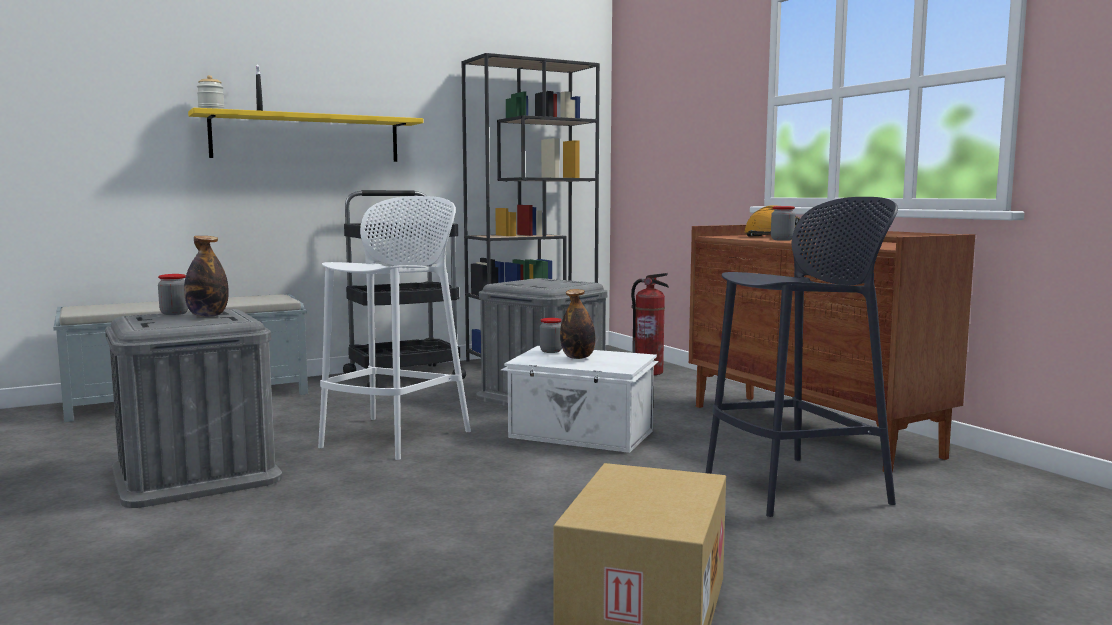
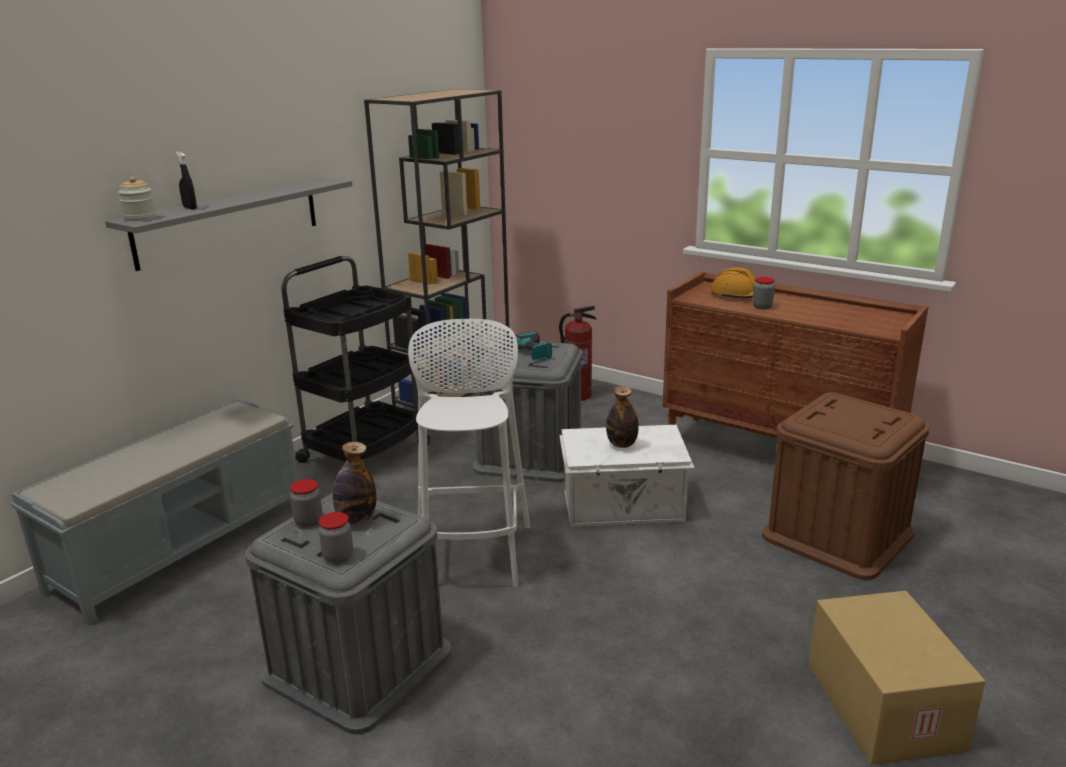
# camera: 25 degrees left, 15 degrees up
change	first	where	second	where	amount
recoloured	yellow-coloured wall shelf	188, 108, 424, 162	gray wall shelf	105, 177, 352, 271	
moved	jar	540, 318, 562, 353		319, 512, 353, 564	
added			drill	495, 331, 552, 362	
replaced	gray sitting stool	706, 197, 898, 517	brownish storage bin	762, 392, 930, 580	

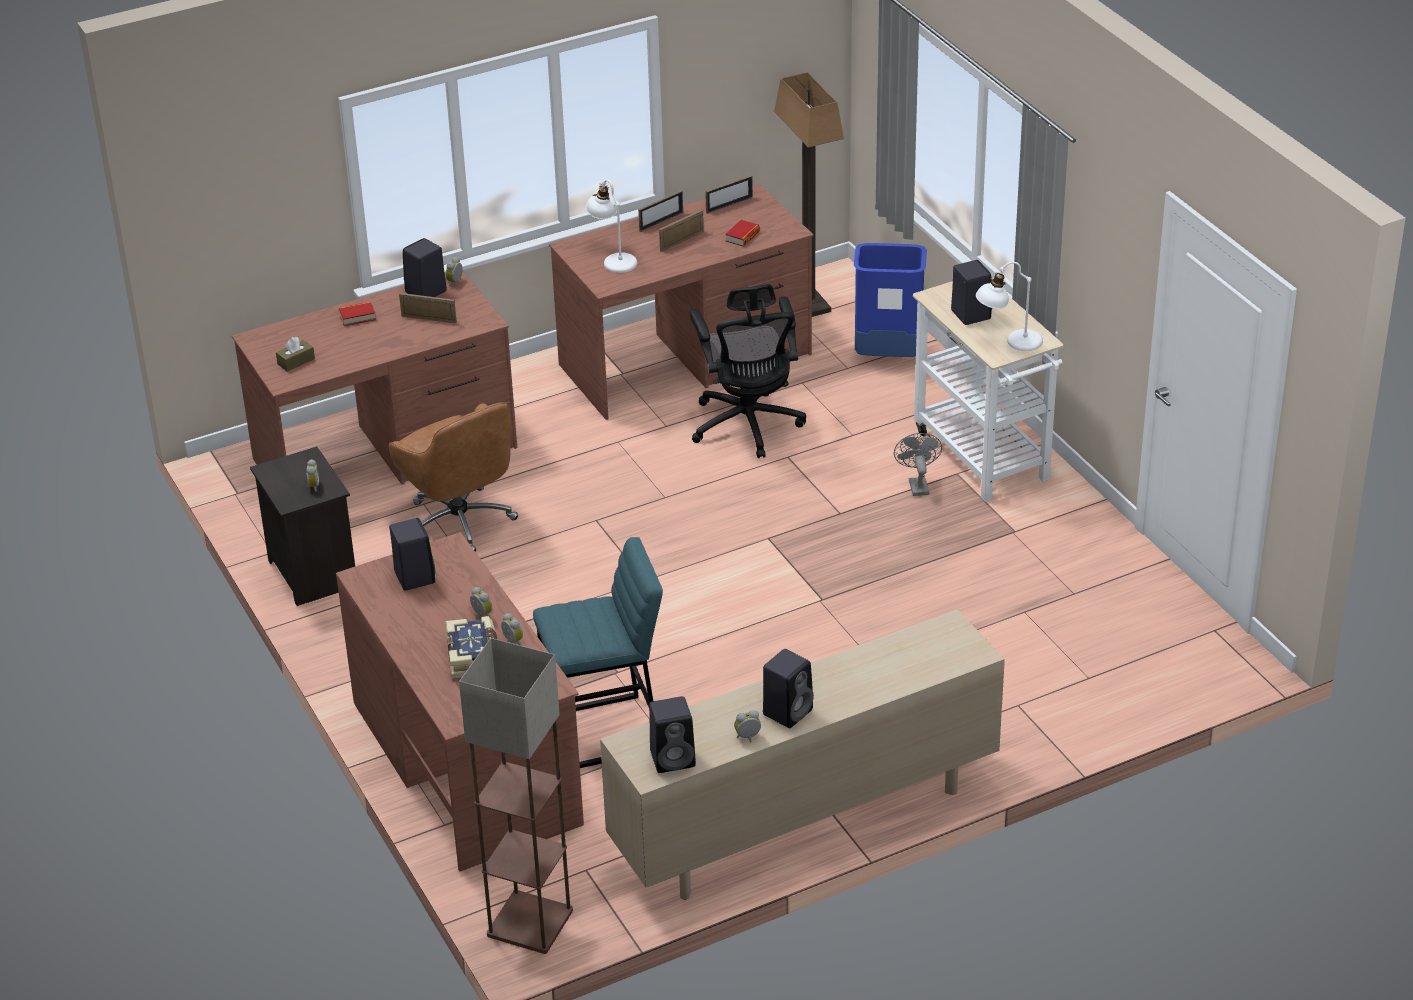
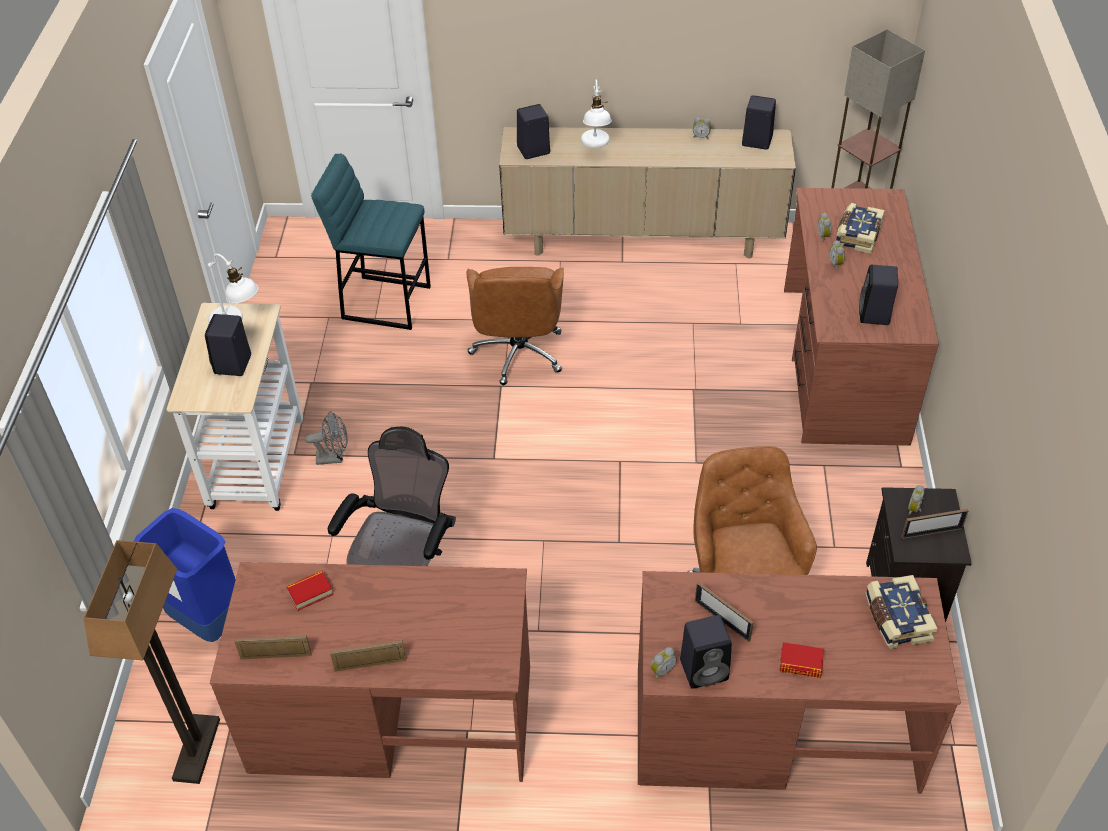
# camera: 150 degrees left, 10 degrees up
change	first	where	second	where	amount
turned	gray electric fan	894, 433, 942, 496		305, 411, 348, 465	120 degrees counterclockwise
moved	turquoise sitting stool	533, 537, 663, 768		311, 154, 431, 330	
added			brownish office chair	467, 267, 564, 385	
moved	black-coloured speaker	763, 649, 814, 728		517, 104, 550, 159	
moved	whitish tabletop lamp	586, 180, 637, 273		581, 80, 612, 148	
replaced	brownish box of tissues	276, 337, 315, 372	bound book	865, 575, 938, 649	
moved	standing frame	659, 209, 704, 252		901, 509, 969, 539	

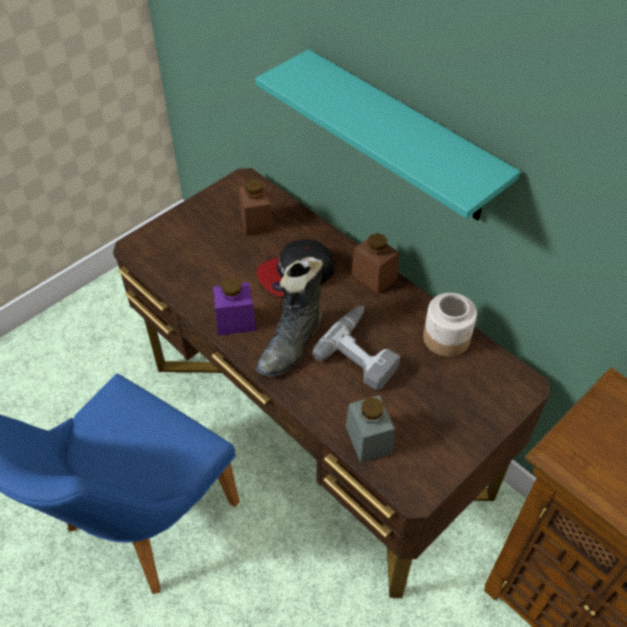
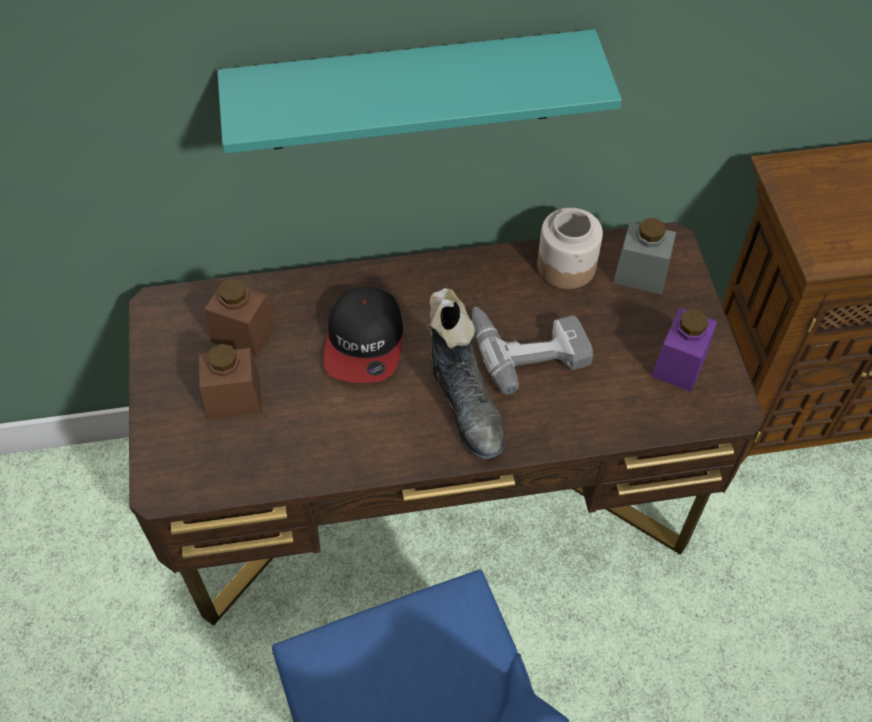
# camera: 55 degrees left, 5 degrees up
change	first	where	second	where	amount
moved	brownish jar	351, 233, 399, 294		199, 344, 262, 420	
moved	gray jar	346, 395, 395, 463		613, 218, 676, 294	
moved	purple jar	213, 278, 257, 335		651, 308, 717, 392	

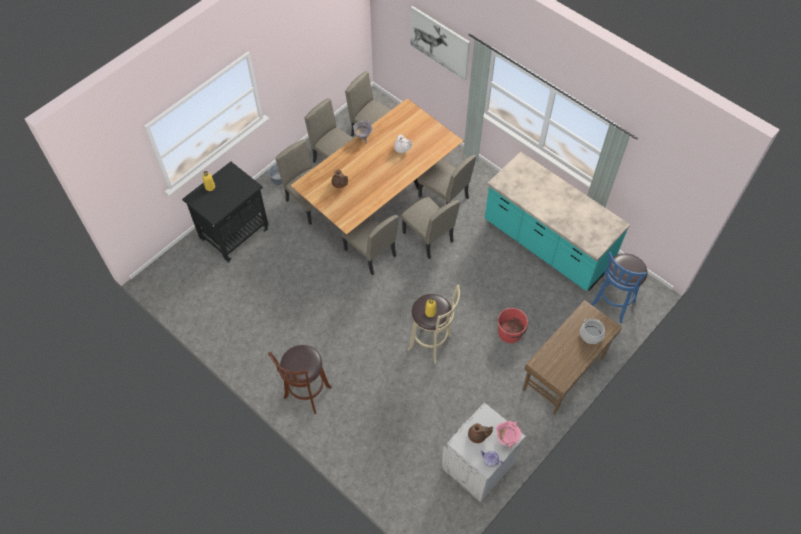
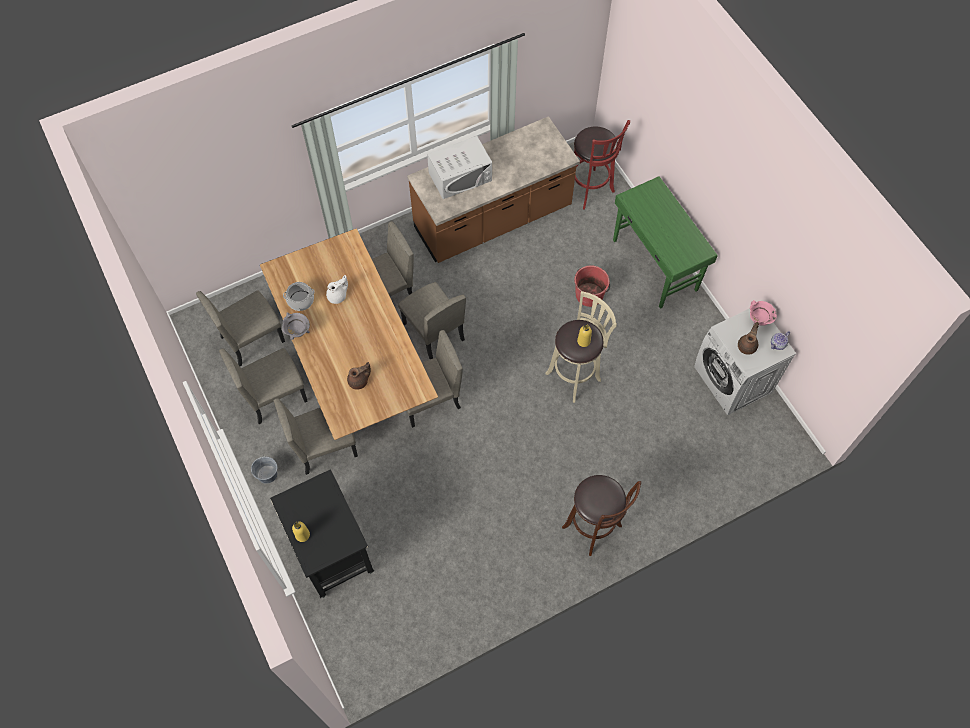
# camera: 70 degrees left, 5 degrees up
change	first	where	second	where	amount
moved	saucepot	580, 318, 605, 344		283, 282, 315, 311	
turned	sand-coloured chair	401, 197, 460, 259		398, 282, 466, 359	75 degrees clockwise
recoloured	turquoise counter	485, 152, 630, 291	brownish counter	407, 116, 580, 263	
added			whitish kitchen microwave	427, 136, 492, 199	
recoloured	blue sitting stool	591, 252, 647, 323	red-coloured sitting stool	574, 120, 630, 210	
recoloured	brownish console table	523, 300, 622, 415	greenish console table	613, 176, 718, 309	
removed	picture	410, 6, 470, 80			

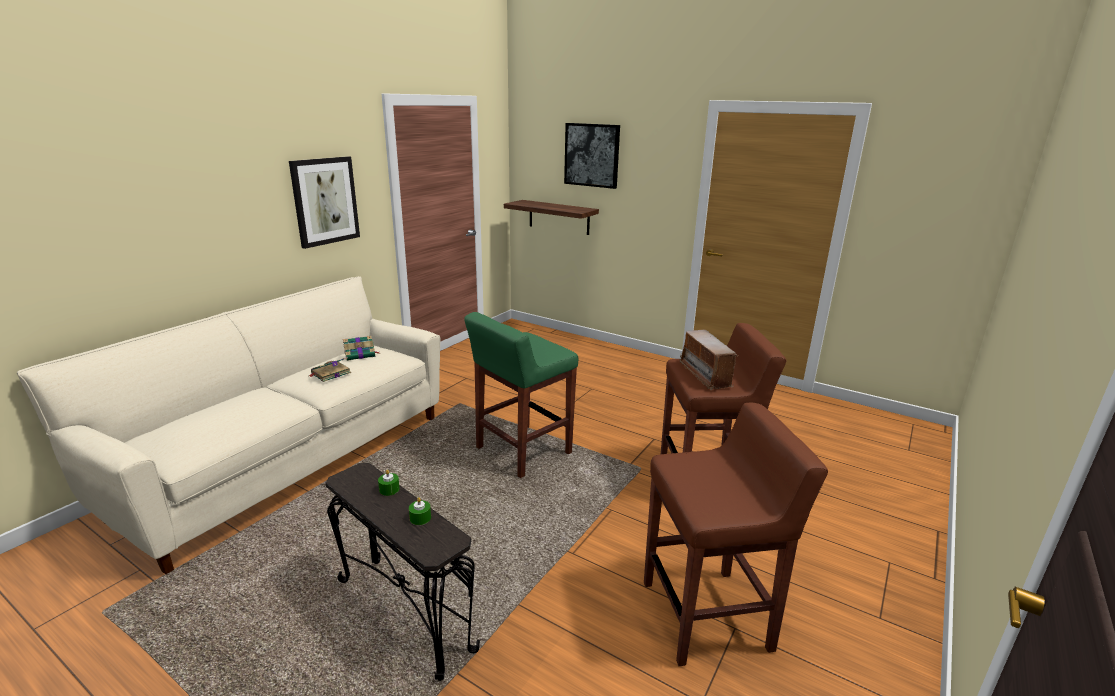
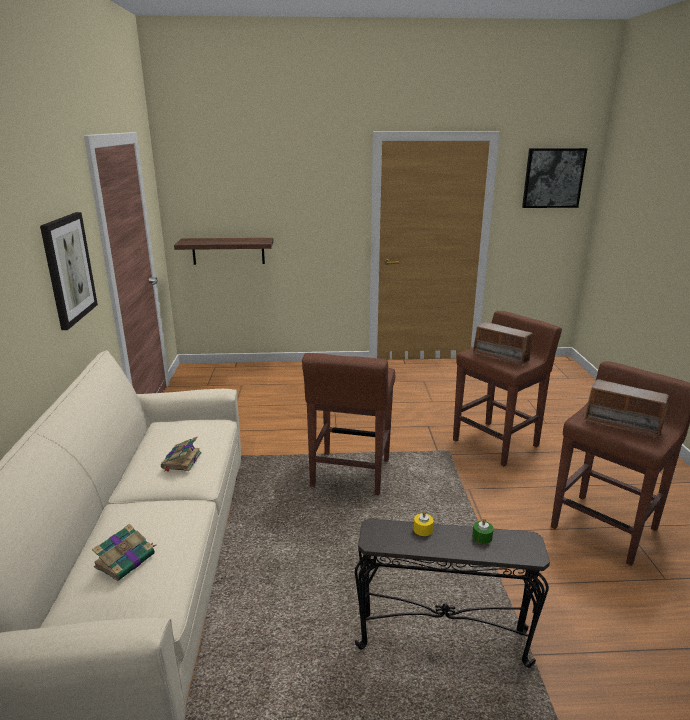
# camera: 35 degrees left, 0 degrees up
change	first	where	second	where	amount
moved	bound book	343, 336, 379, 361		92, 524, 156, 581	
recoloured	greenish sitting stool	464, 312, 578, 478	brownish sitting stool	302, 353, 395, 495	
recoloured	greenish wax candle	378, 470, 400, 496	yellow-coloured wax candle	414, 511, 434, 536	
moved	picture	564, 123, 620, 189		522, 148, 587, 208	
added			radio receiver	583, 379, 673, 439	

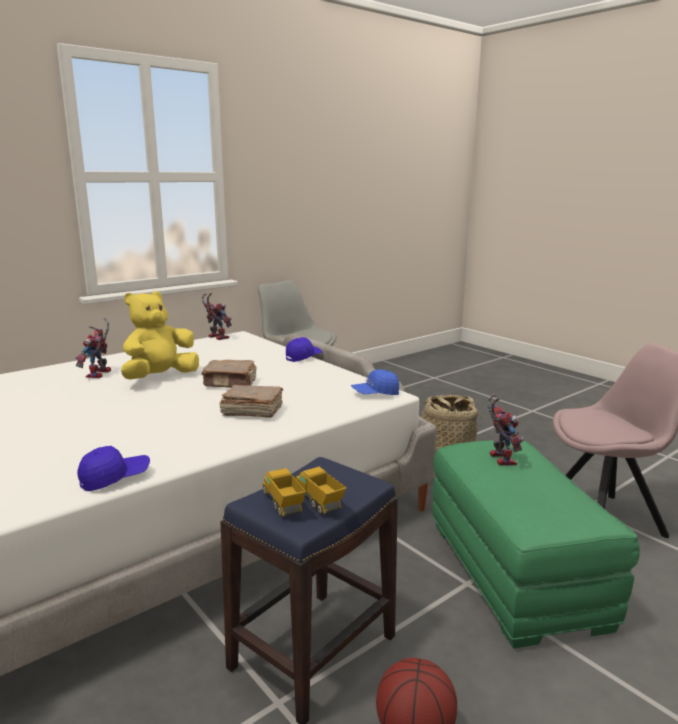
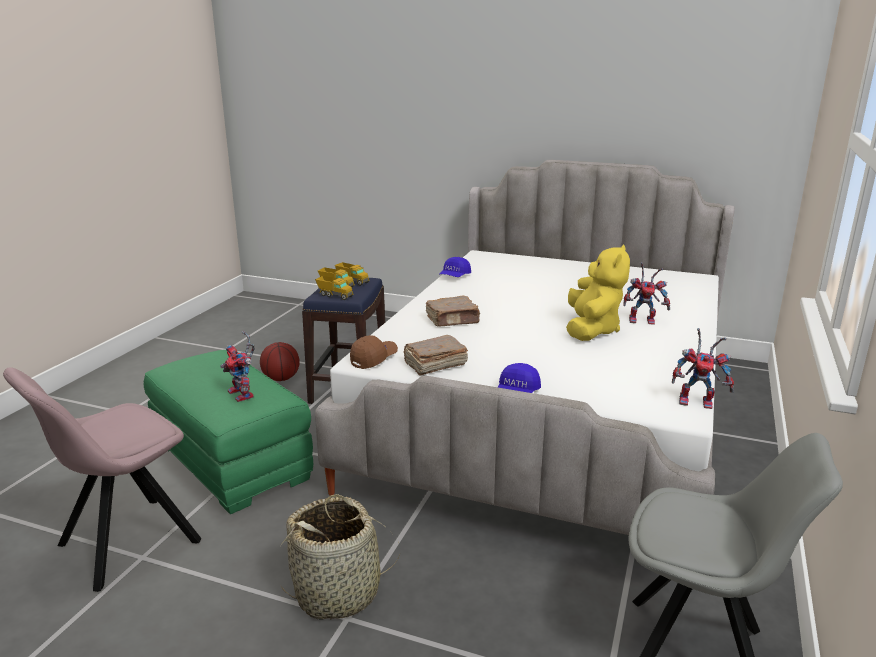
# camera: 150 degrees right, 5 degrees up
change	first	where	second	where	amount
added			toy lorry	315, 276, 354, 300	
recoloured	blue peaked cap	351, 369, 399, 395	brownish peaked cap	350, 335, 398, 369	
moved	brownish bound book	201, 360, 257, 388		403, 335, 468, 376	
turned	robot figure	75, 317, 111, 378		623, 262, 670, 325	120 degrees clockwise

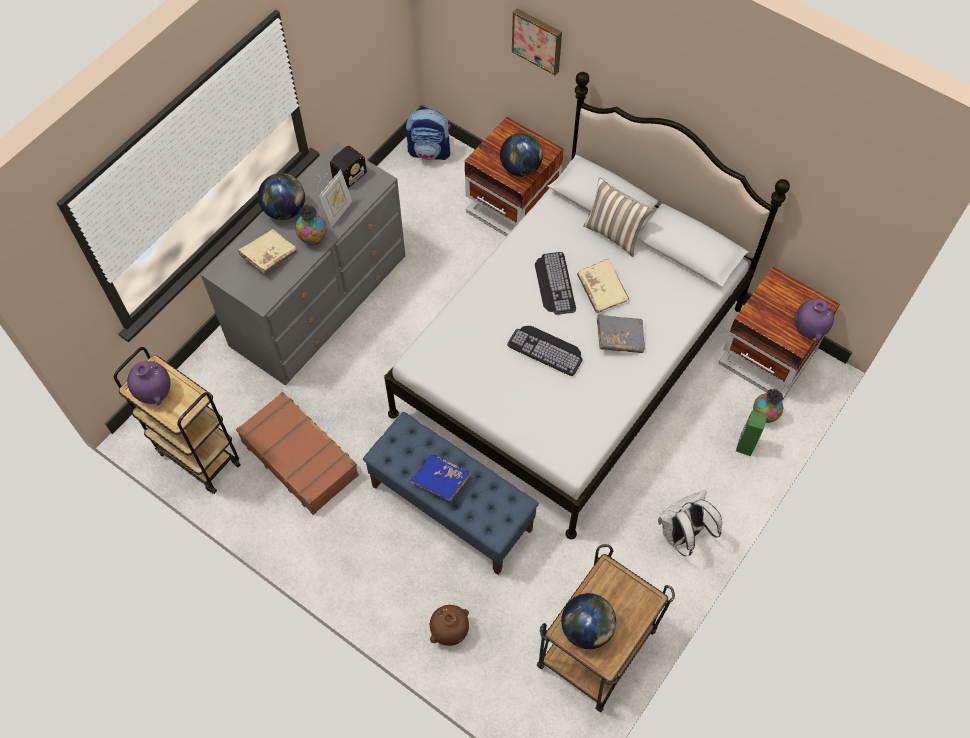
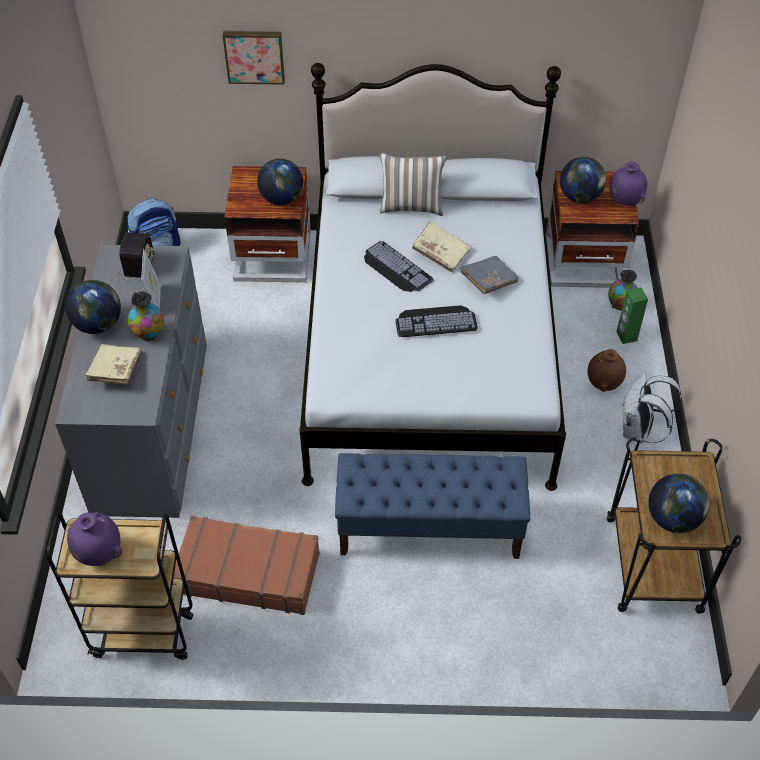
# camera: 35 degrees left, 10 degrees down
change	first	where	second	where	amount
added			world globe	560, 157, 606, 203	
moved	brownish flower vase	430, 605, 469, 646		587, 349, 626, 392	
removed	blue bound book	411, 454, 471, 502			

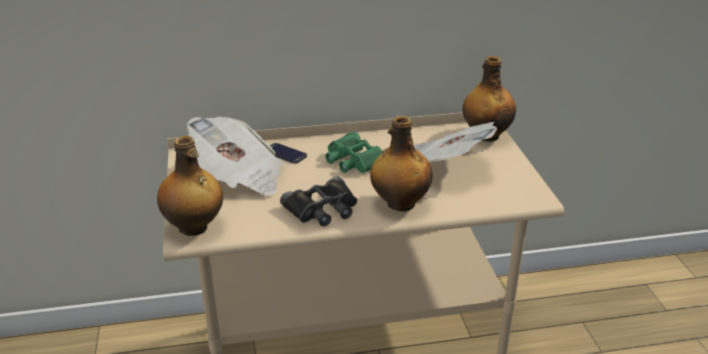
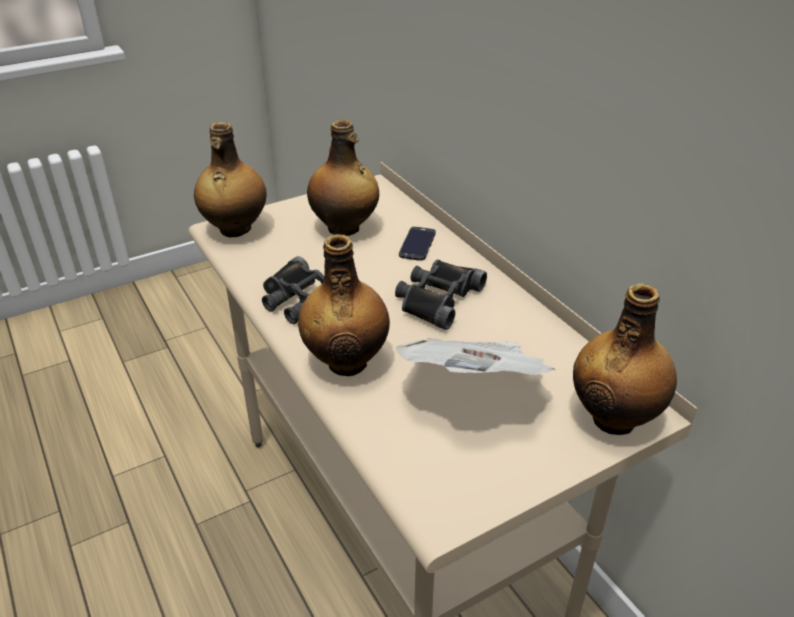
# camera: 70 degrees right, 5 degrees up
change	first	where	second	where	amount
replaced	printed paper	187, 117, 284, 196	beverage bottle	307, 120, 379, 236	
recoloured	greenish pair of binoculars	325, 131, 382, 173	black-coloured pair of binoculars	395, 259, 487, 330	

